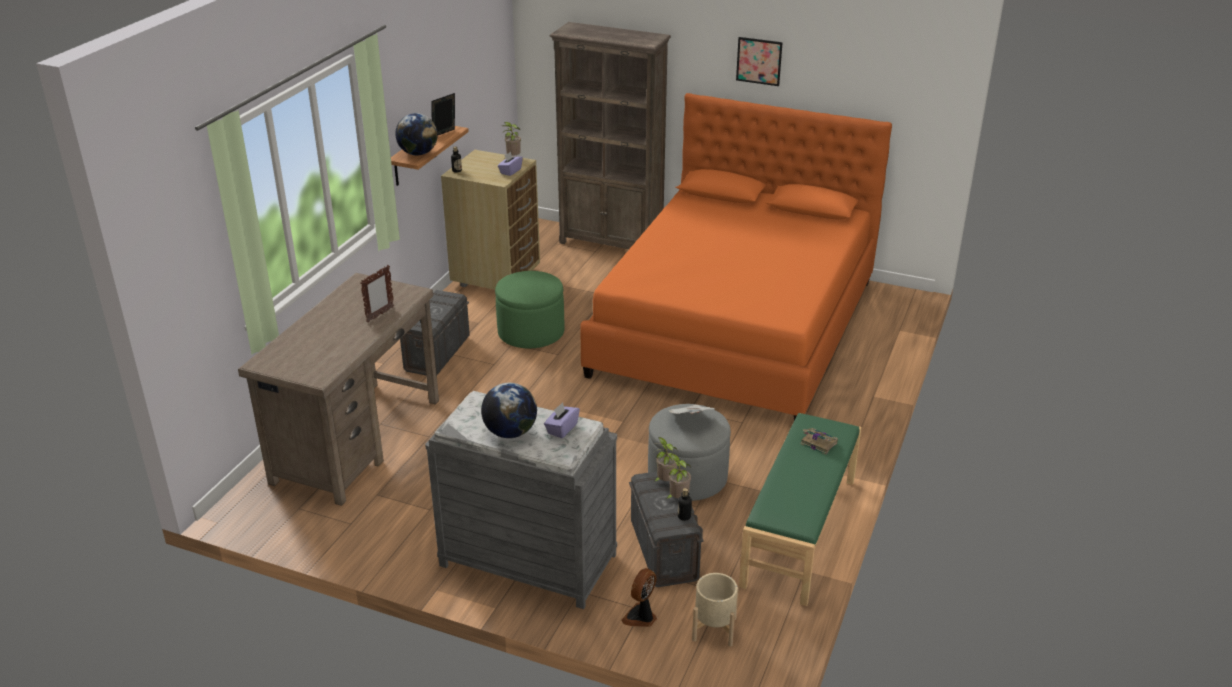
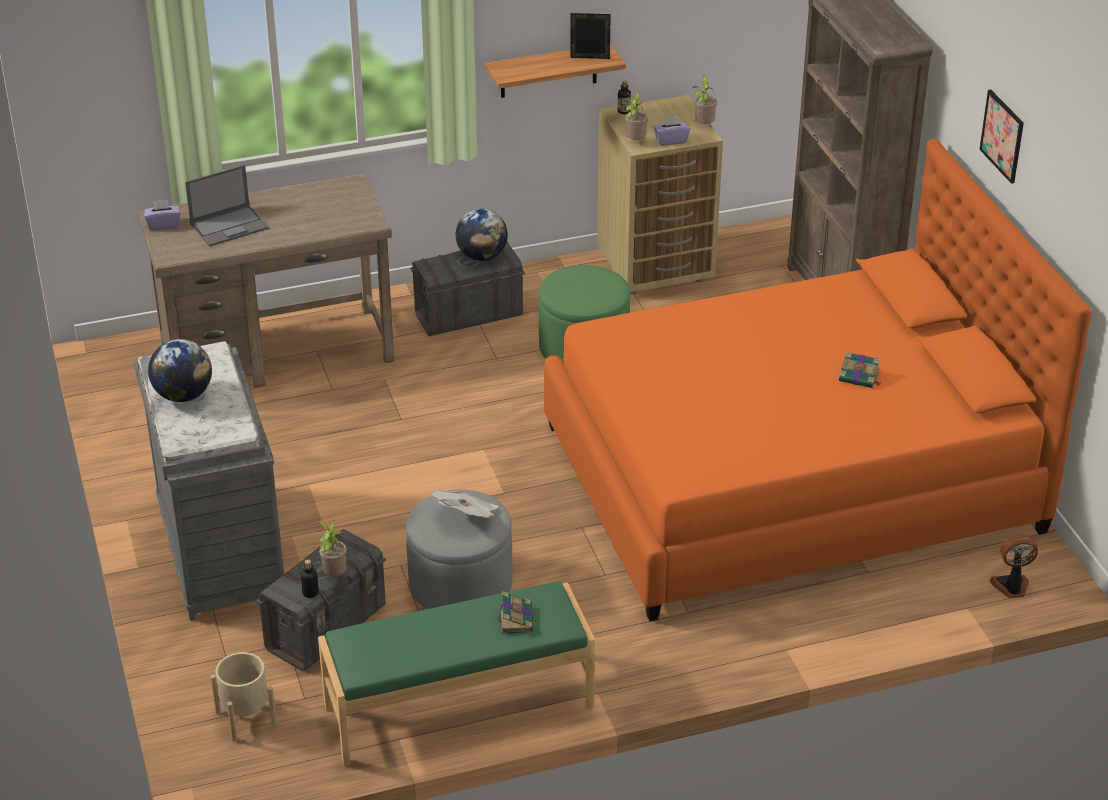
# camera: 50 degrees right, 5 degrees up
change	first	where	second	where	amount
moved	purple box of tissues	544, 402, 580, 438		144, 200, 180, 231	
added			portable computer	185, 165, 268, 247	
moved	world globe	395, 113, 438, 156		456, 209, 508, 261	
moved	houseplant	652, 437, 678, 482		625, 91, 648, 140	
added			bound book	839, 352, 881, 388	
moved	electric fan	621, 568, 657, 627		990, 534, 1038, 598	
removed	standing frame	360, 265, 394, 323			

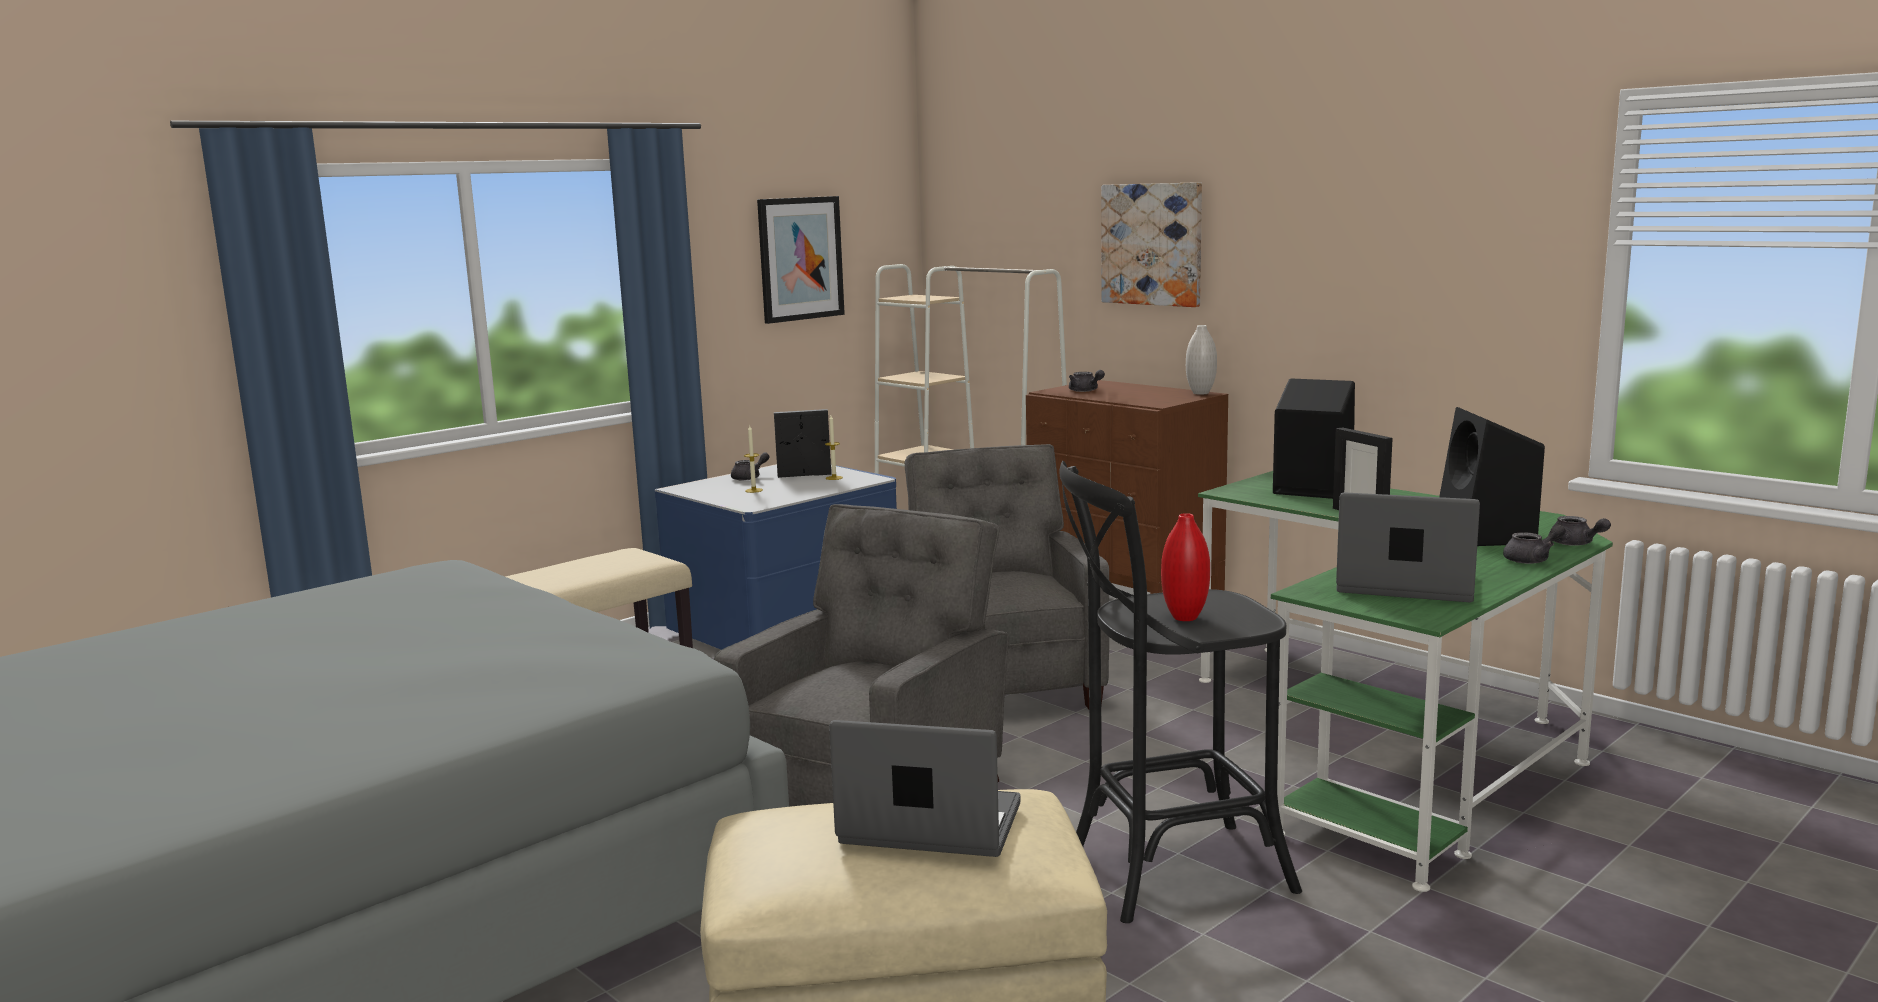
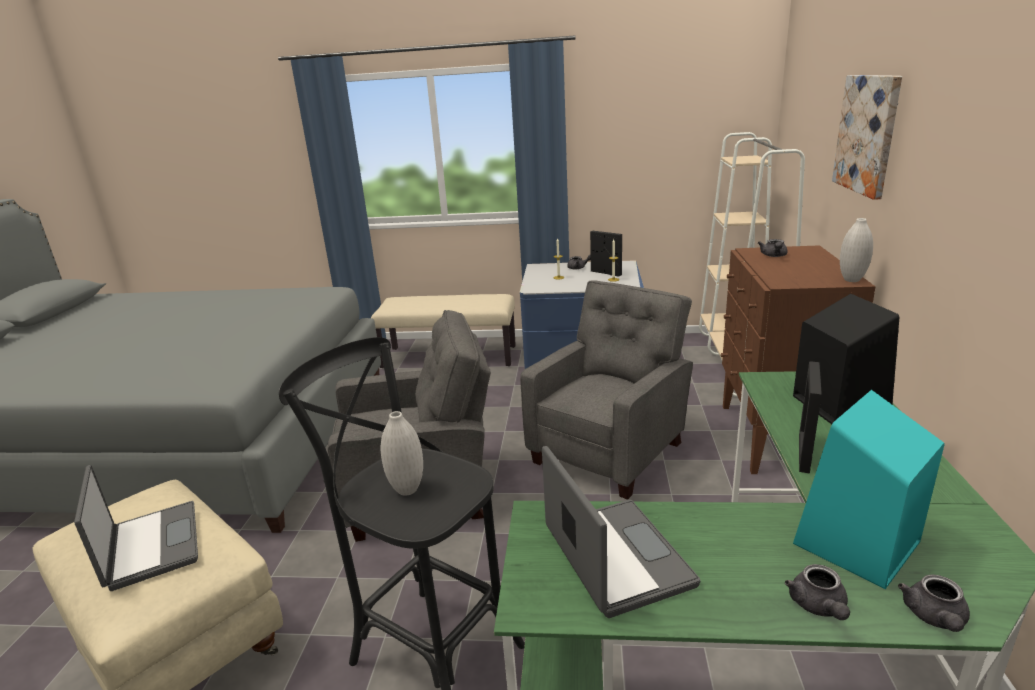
# camera: 50 degrees right, 10 degrees up
change	first	where	second	where	amount
recoloured	red-coloured flower vase	1161, 513, 1210, 621	whitish flower vase	381, 411, 423, 496	
turned	gray pot for tea	1503, 524, 1566, 564		785, 564, 850, 620	60 degrees clockwise
recoloured	black-coloured speaker	1439, 407, 1545, 546	turquoise speaker	793, 390, 945, 589	
removed	picture	757, 196, 845, 324			

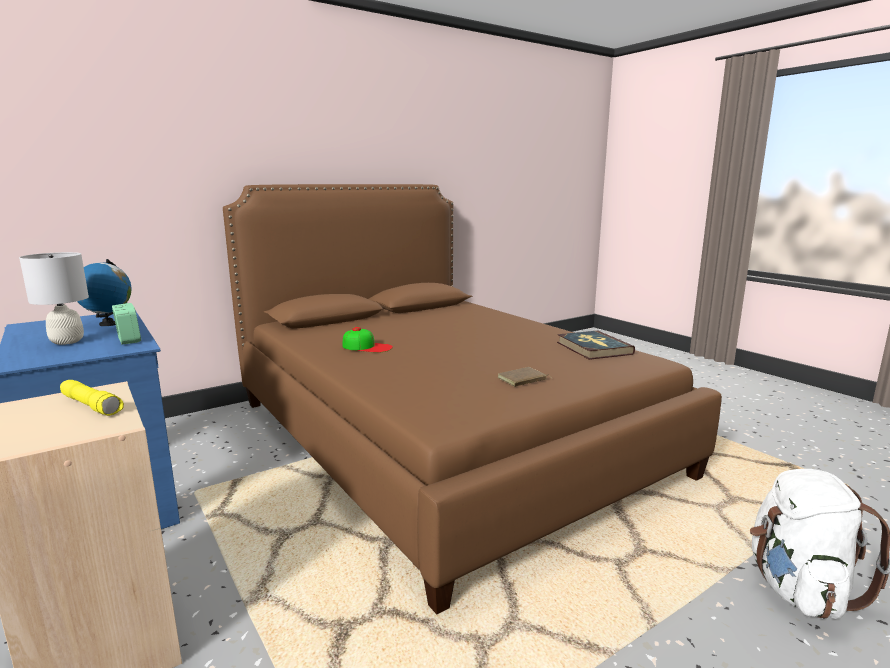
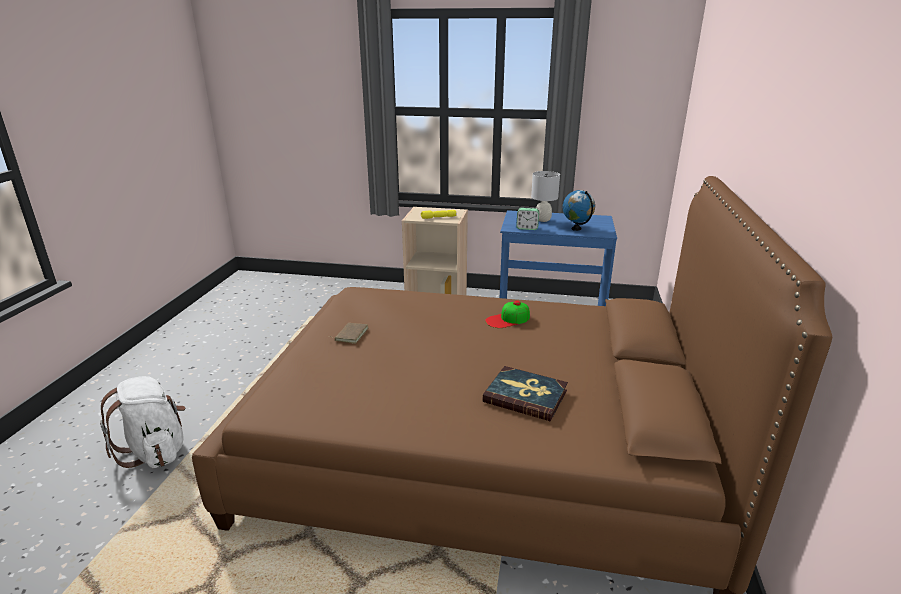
# camera: 135 degrees right, 10 degrees up
change	first	where	second	where	amount
moved	bound book	557, 330, 635, 360		482, 366, 568, 421	

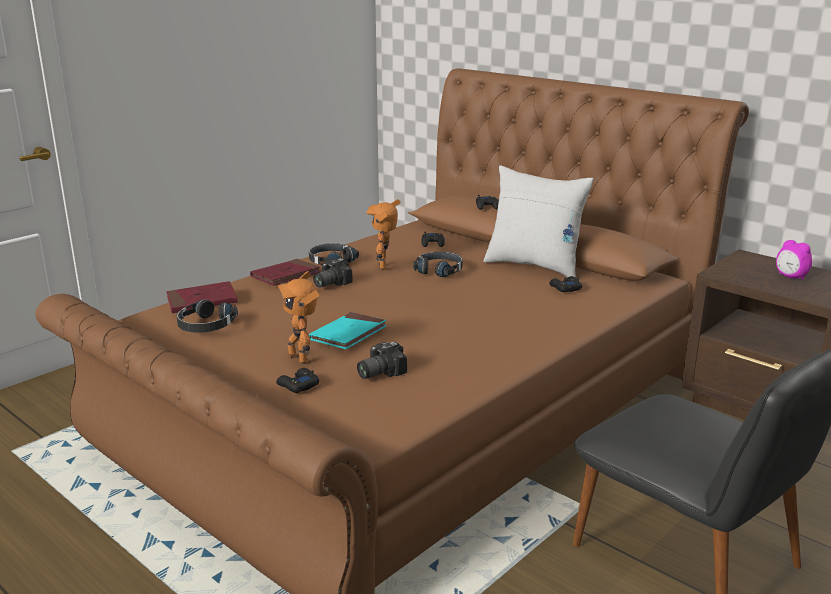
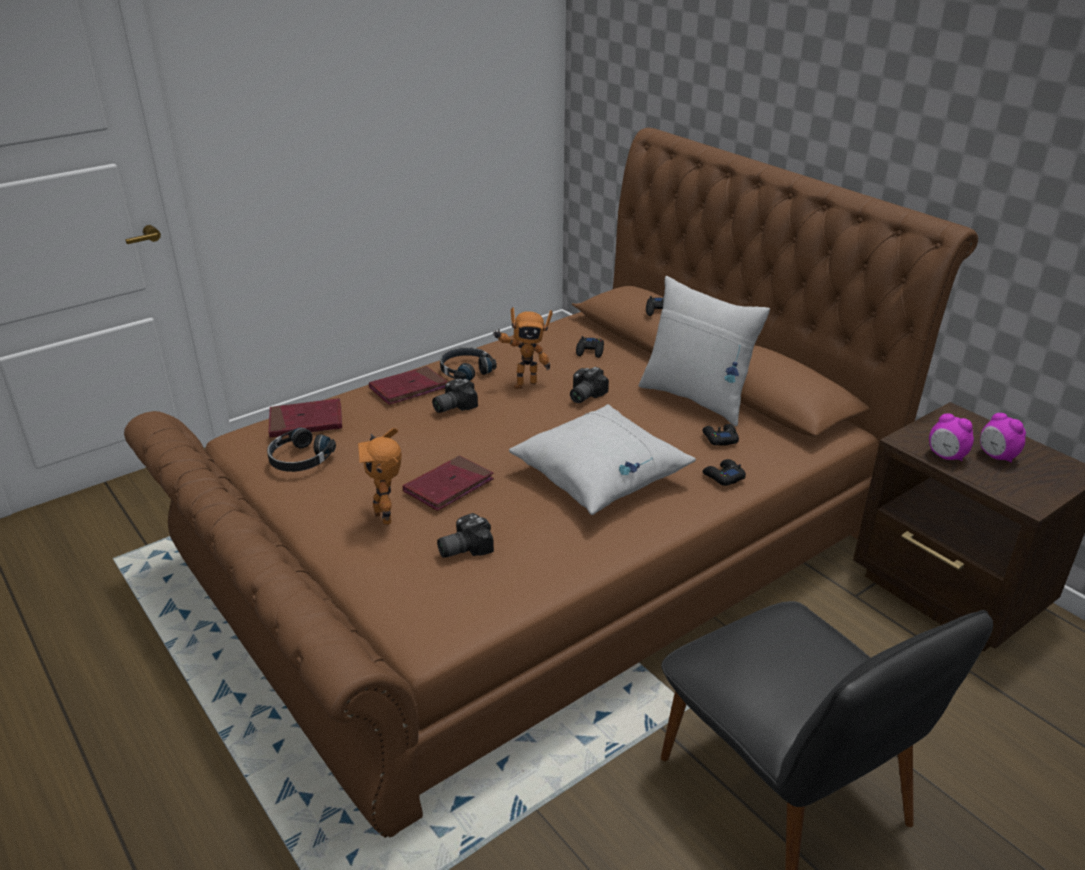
# camera: 10 degrees right, 10 degrees up
change	first	where	second	where	amount
recoloured	turquoise bound book	309, 312, 387, 349	red-coloured bound book	403, 456, 494, 511	
turned	robot figure	366, 199, 401, 270		492, 307, 553, 389	120 degrees counterclockwise
added			gray pillow	509, 404, 696, 515	
replaced	black-coloured headphones	413, 252, 463, 277	still camera	570, 367, 609, 403	
moved	black-coloured game controller	276, 368, 319, 393		703, 459, 746, 486	
added			table clock	929, 413, 974, 461	

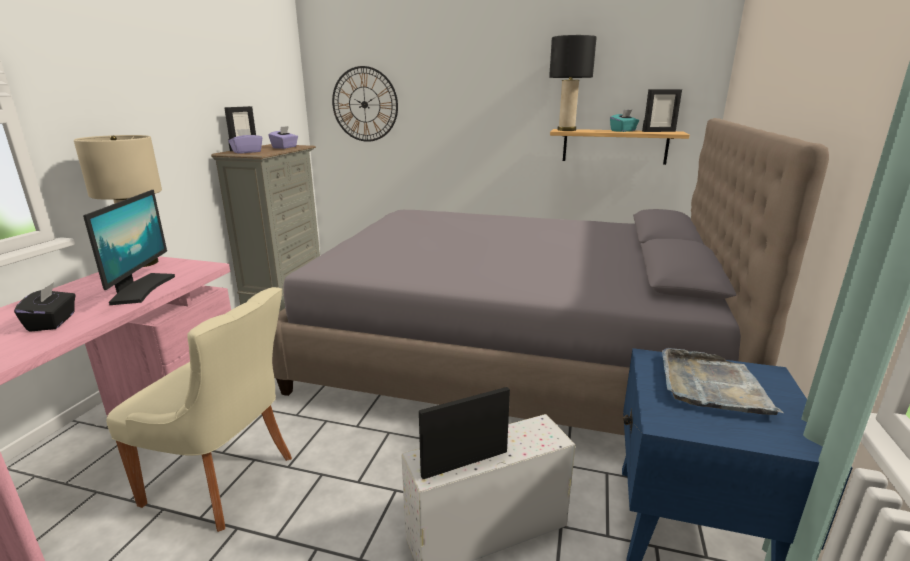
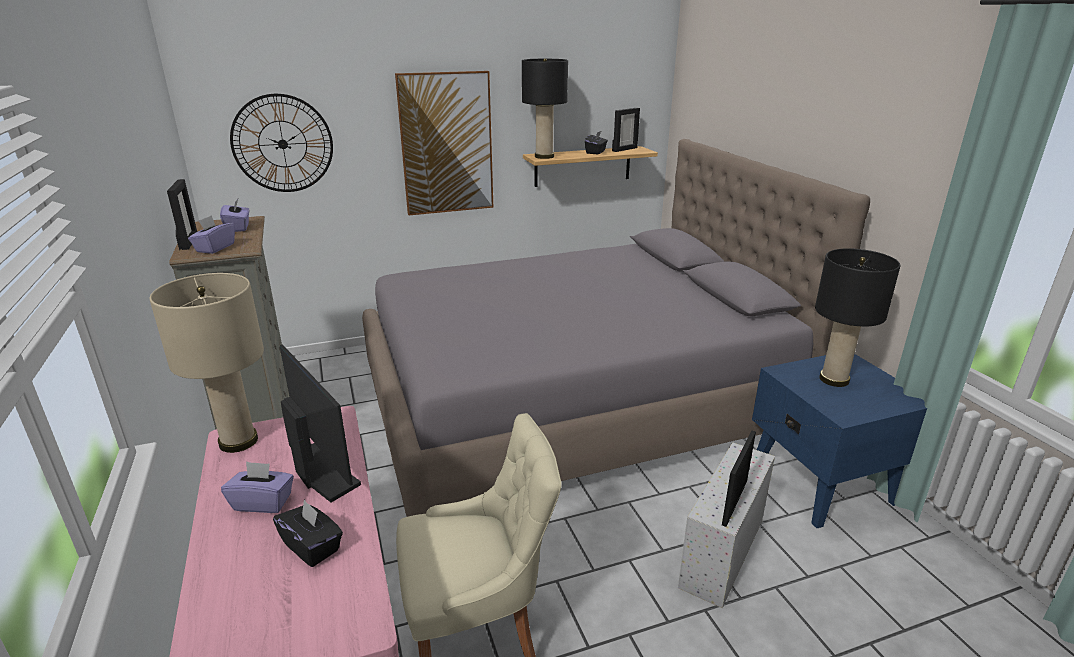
# camera: 35 degrees left, 5 degrees up
change	first	where	second	where	amount
added			purple box of tissues	221, 461, 294, 513	
added			picture	395, 71, 493, 215	
recoloured	turquoise box of tissues	610, 110, 639, 132	black-coloured box of tissues	585, 131, 608, 154	
replaced	gray carrying tray	662, 348, 783, 415	black-coloured tabletop lamp	815, 248, 901, 387	

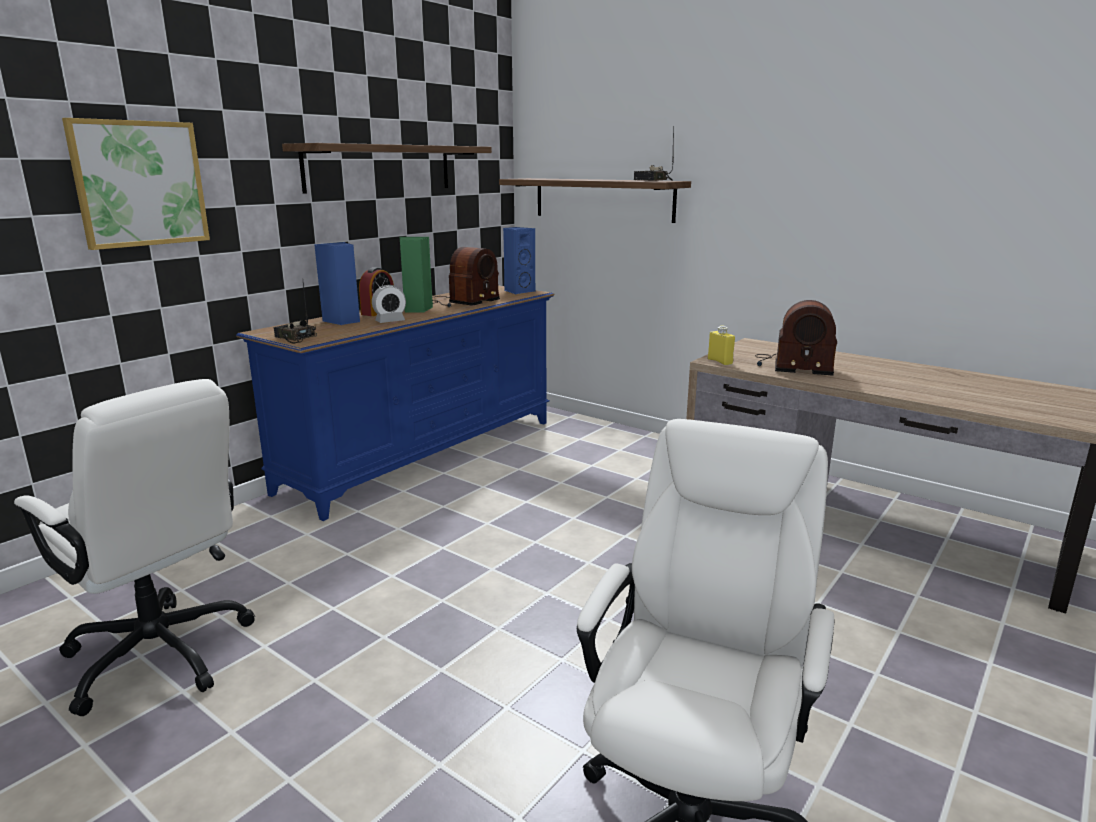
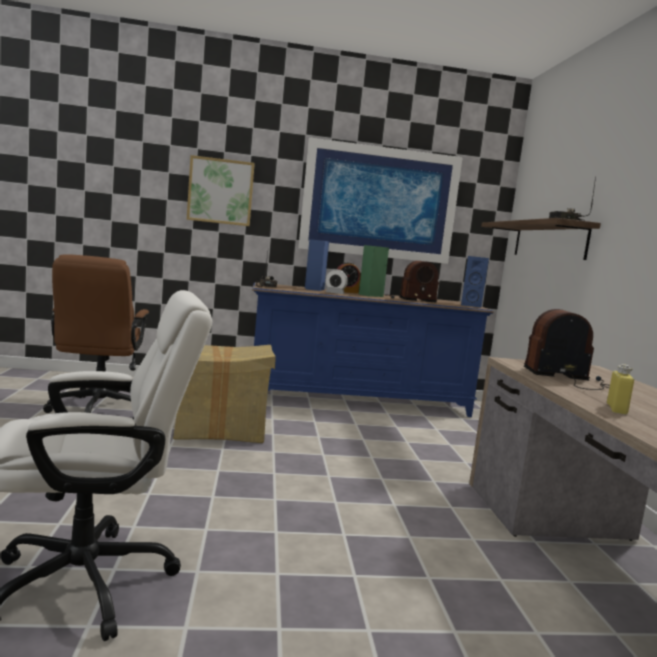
# camera: 45 degrees right, 10 degrees down
change	first	where	second	where	amount
recoloured	whitish office chair	14, 379, 255, 716	brownish office chair	43, 254, 149, 413	
added			carton	173, 345, 276, 443	
replaced	wall shelf	282, 143, 492, 194	picture	298, 137, 463, 264	
turned	radio receiver	755, 300, 837, 376		524, 309, 610, 390	120 degrees clockwise
moved	yellow-coloured beverage bottle	708, 326, 735, 365		607, 364, 634, 415	

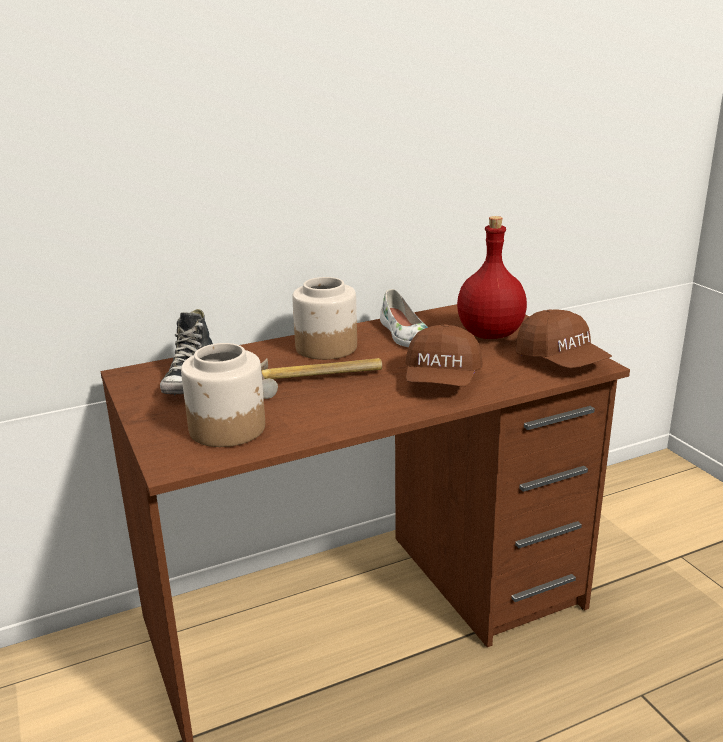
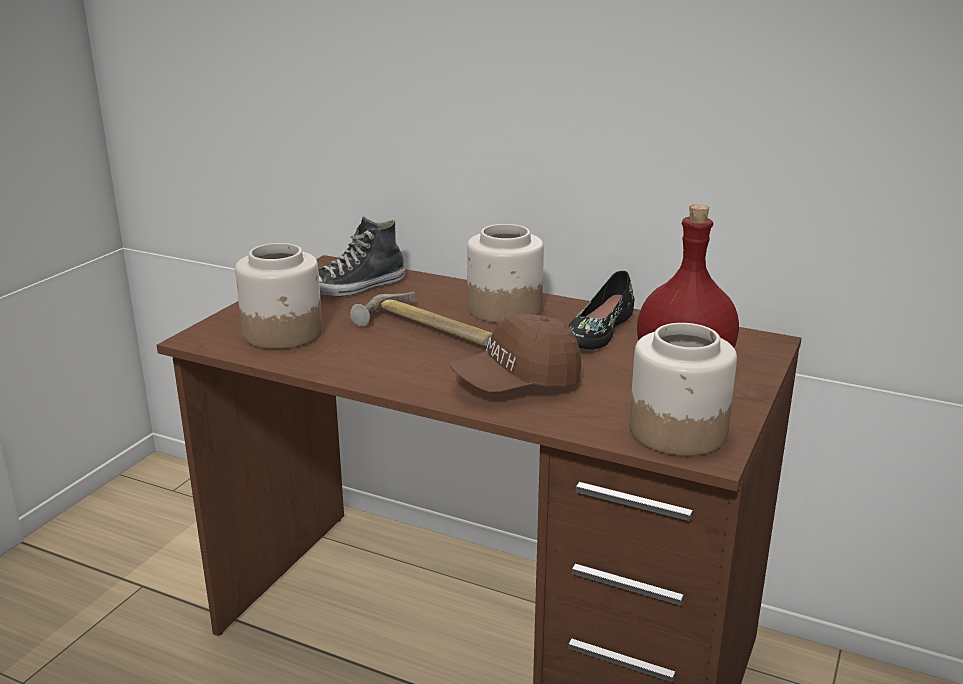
# camera: 50 degrees right, 0 degrees up
change	first	where	second	where	amount
recoloured	whitish item of footwear	380, 289, 428, 347	black-coloured item of footwear	569, 271, 634, 350	
replaced	brownish peaked cap	516, 309, 612, 369	jar	629, 323, 737, 456	

